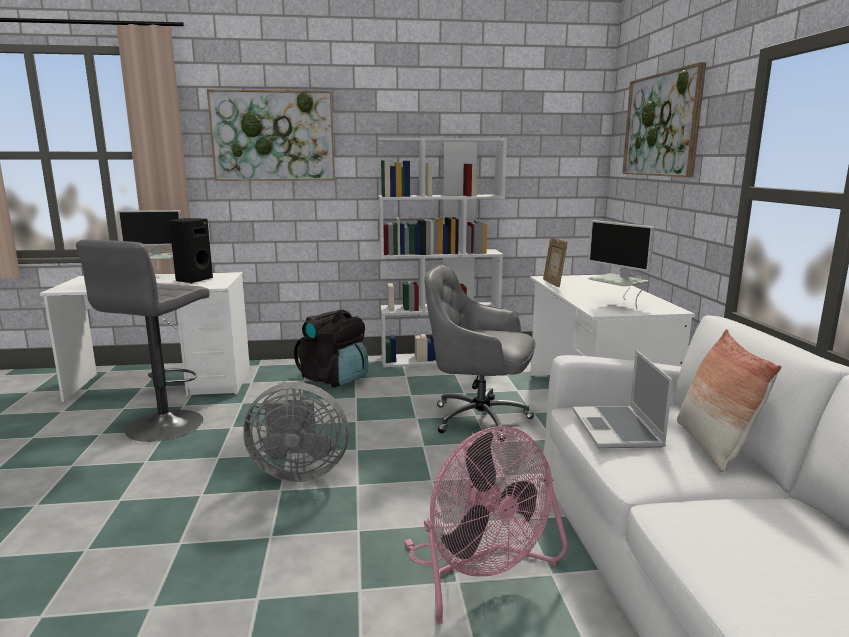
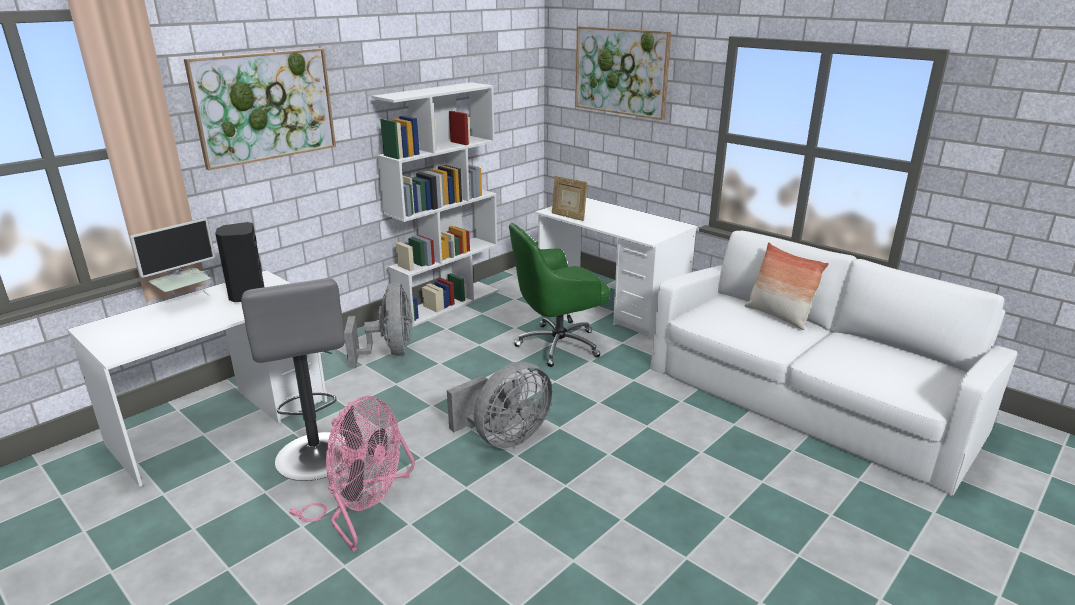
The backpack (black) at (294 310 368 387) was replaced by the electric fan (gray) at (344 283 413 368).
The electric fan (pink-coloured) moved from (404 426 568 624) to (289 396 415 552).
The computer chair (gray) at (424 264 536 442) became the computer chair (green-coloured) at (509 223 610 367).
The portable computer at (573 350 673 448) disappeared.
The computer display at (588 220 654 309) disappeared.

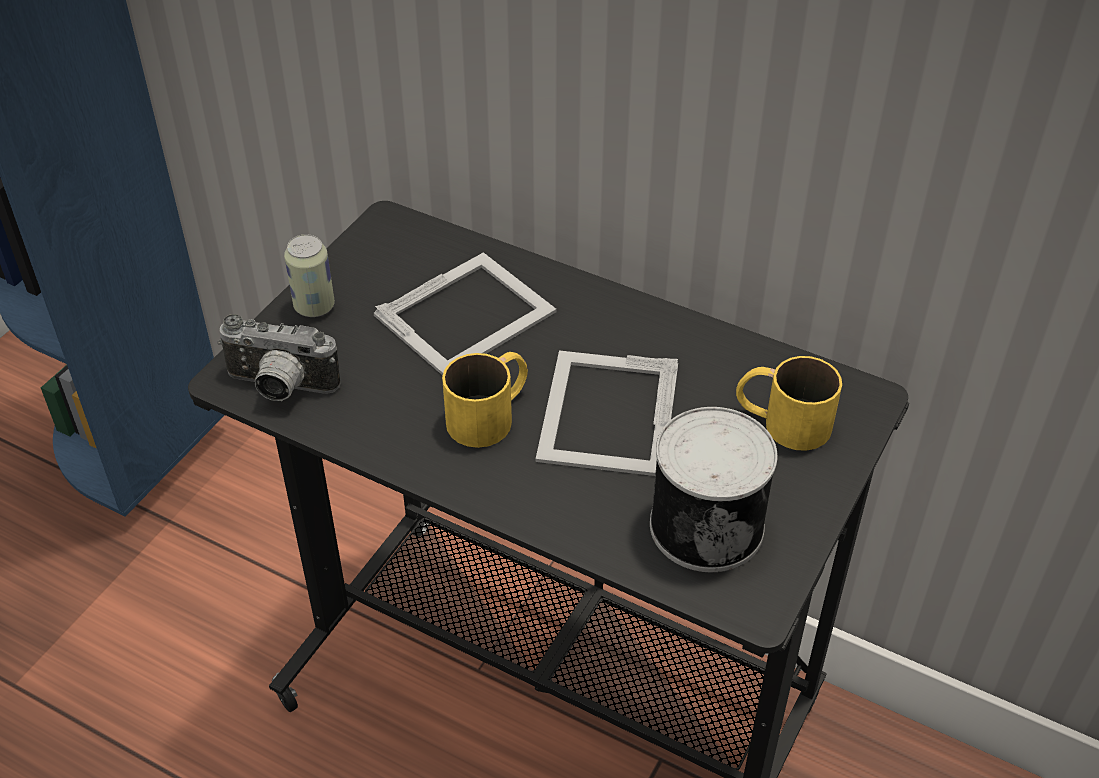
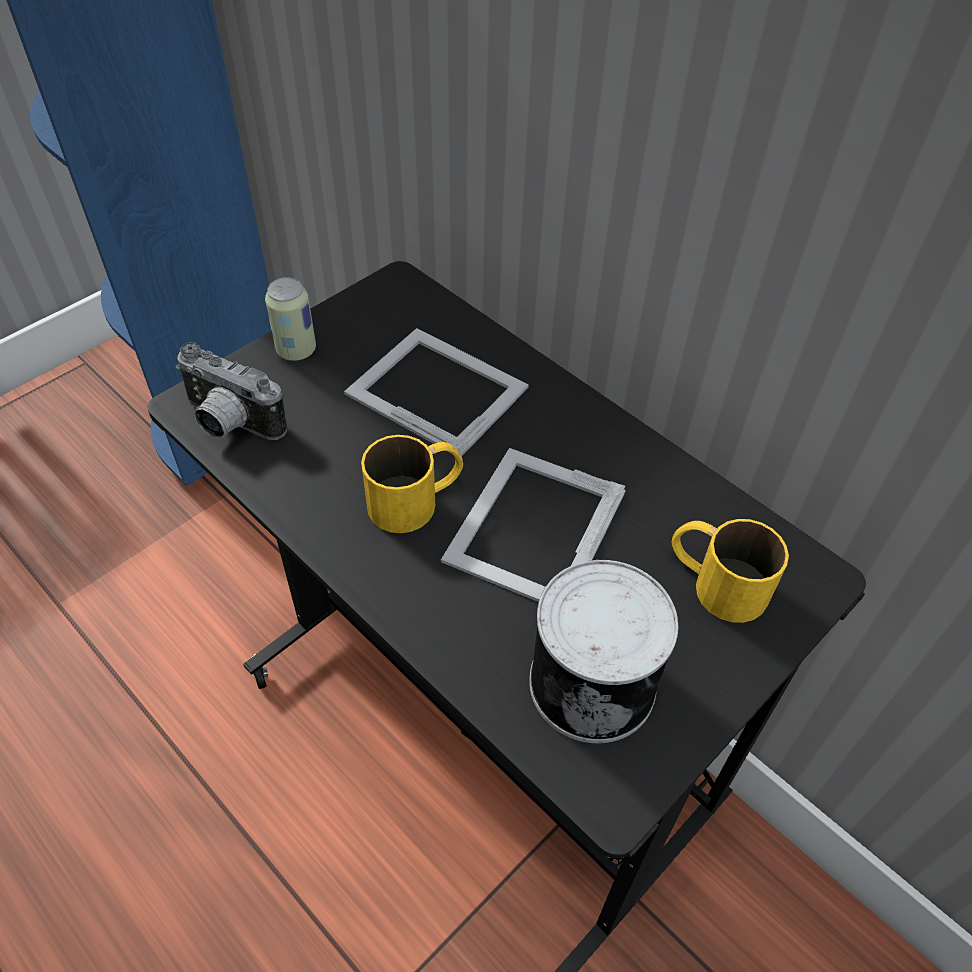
The picture frame at (374 252 557 375) turned 120 degrees counterclockwise.

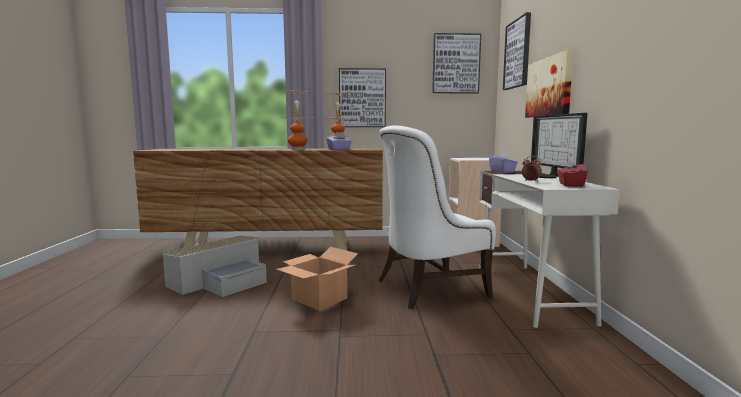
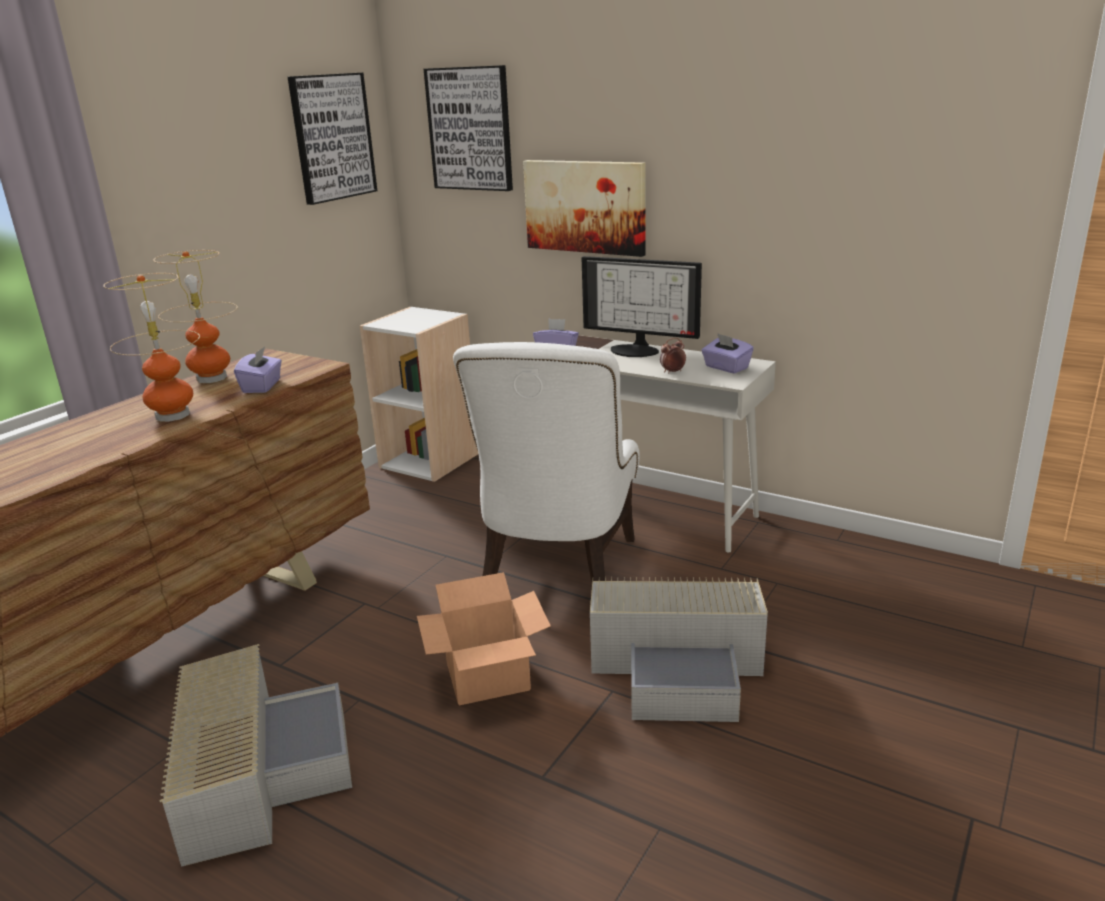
The picture at (339 68 386 127) disappeared.
The tissue holder (reddish) at (557 158 588 187) became the tissue holder (purple-coloured) at (702 333 754 374).
The storage container (gray) at (590 577 768 722) appeared.

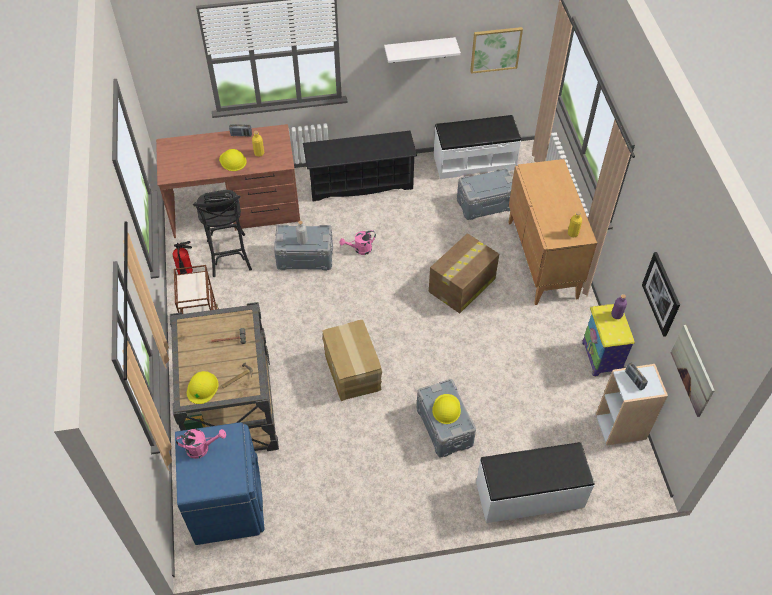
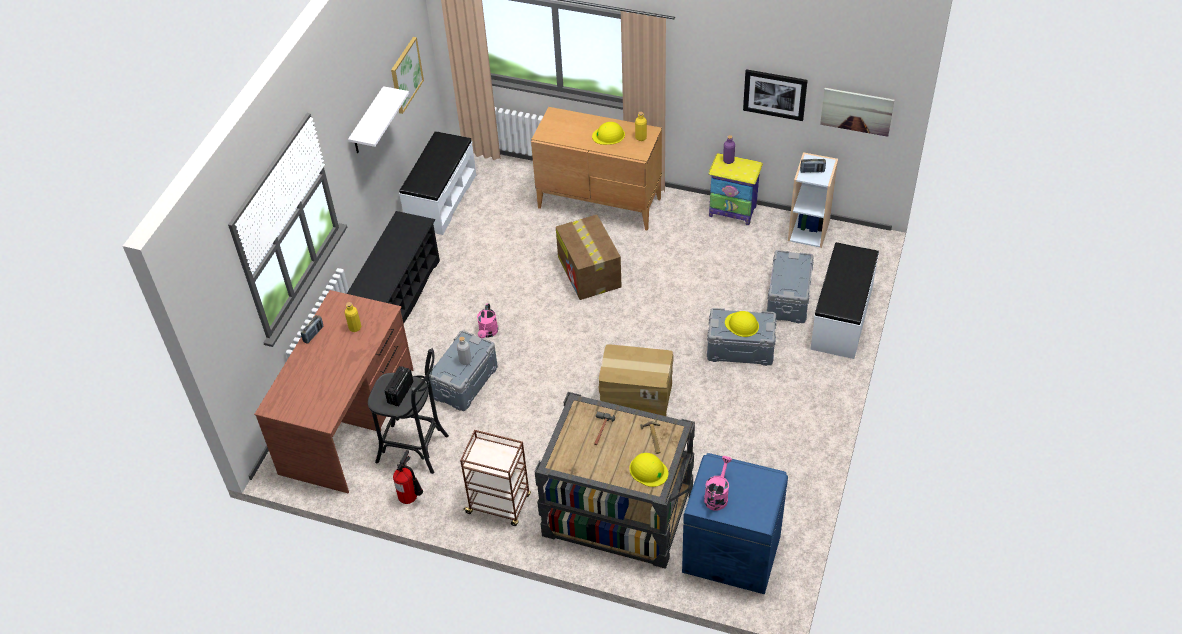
The work helmet (yellowish) moved from (219 149 247 171) to (592 122 625 145).
The storage container (gray) moved from (457 168 513 220) to (767 250 814 324).

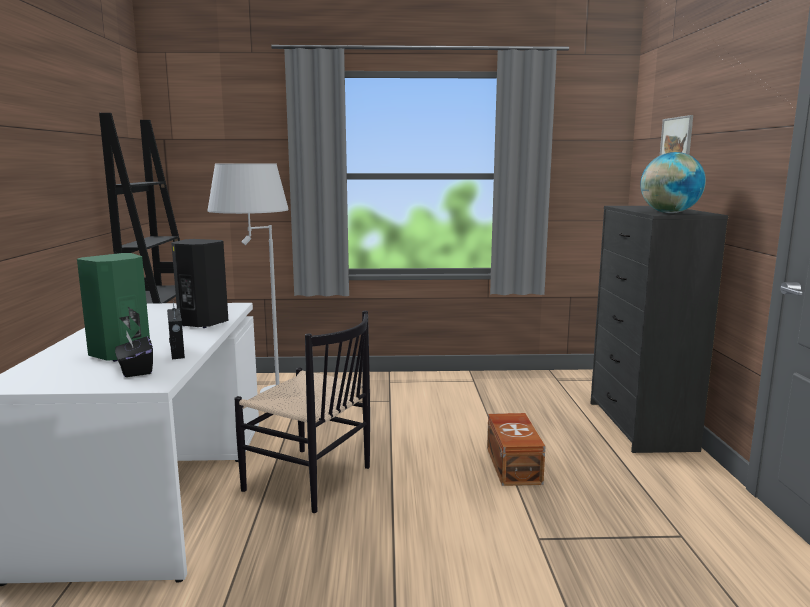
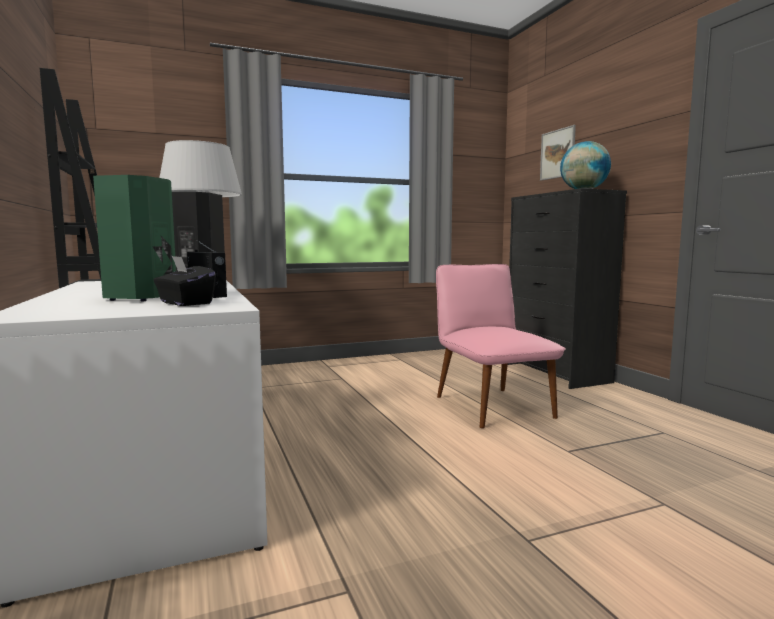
The upright chair (black) at (235 311 370 513) disappeared.
The storage container (brown-coloured) at (487 413 545 486) was replaced by the upright chair (pink-coloured) at (436 264 566 428).

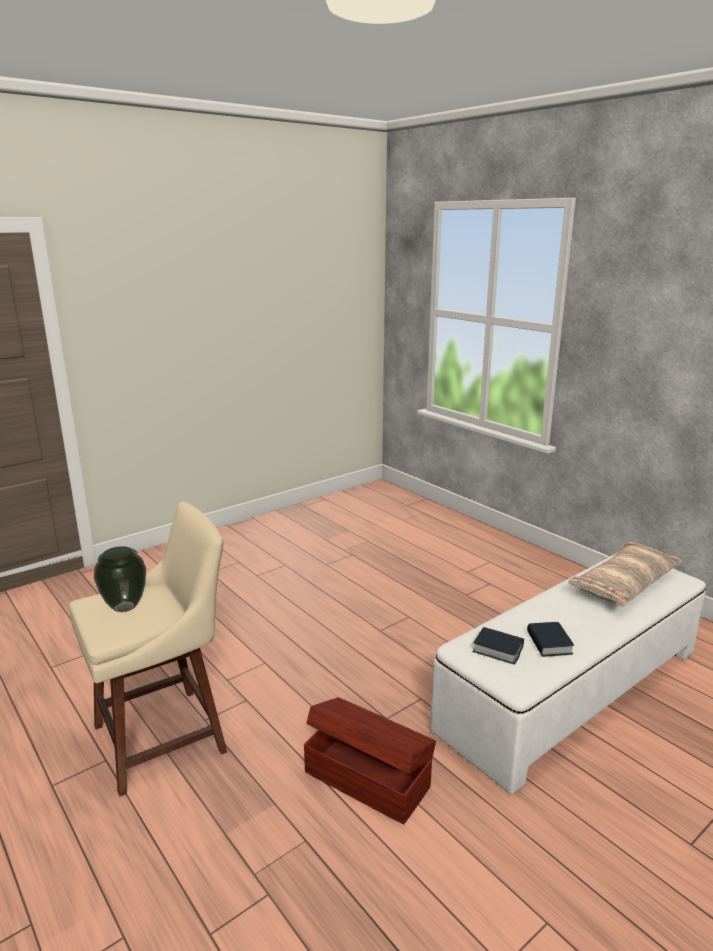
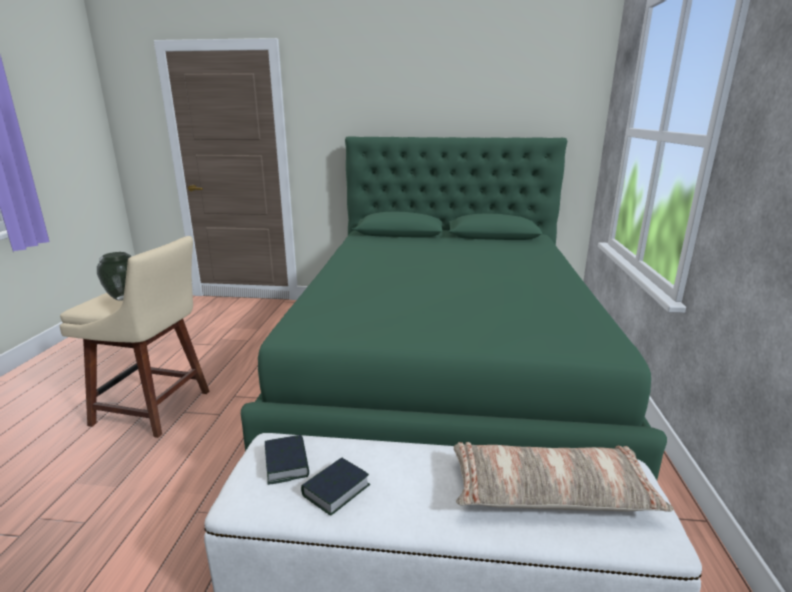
The storage container (brown-coloured) at (304 697 436 825) disappeared.
The sleeping bed (green-coloured) at (241 136 667 480) appeared.

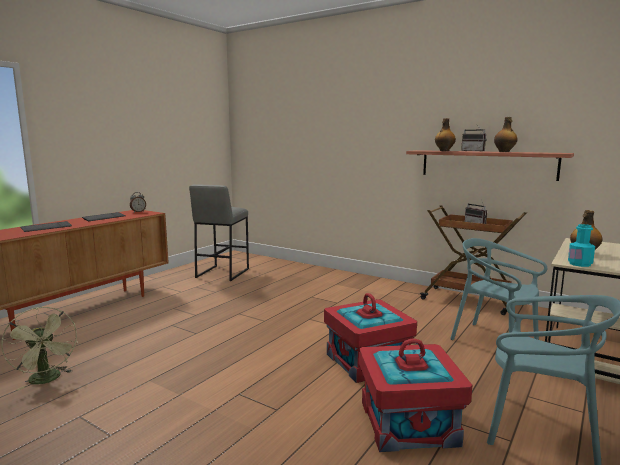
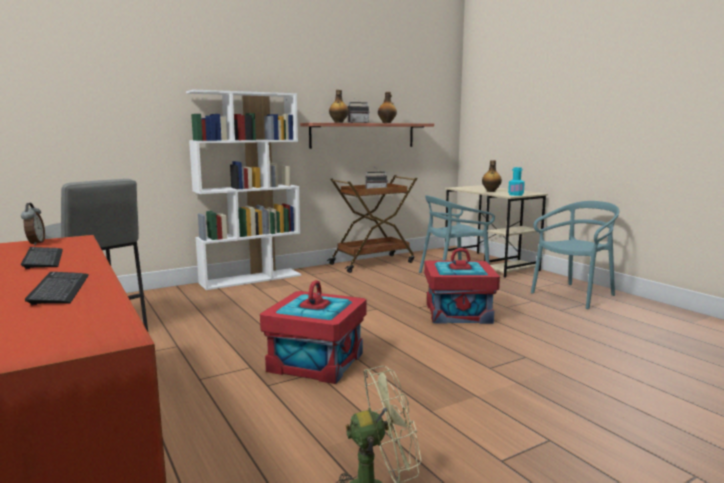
The storage container (reddish) moved from (359 339 472 452) to (260 280 366 384).
The bookshelf (whitish) at (186 90 301 290) appeared.

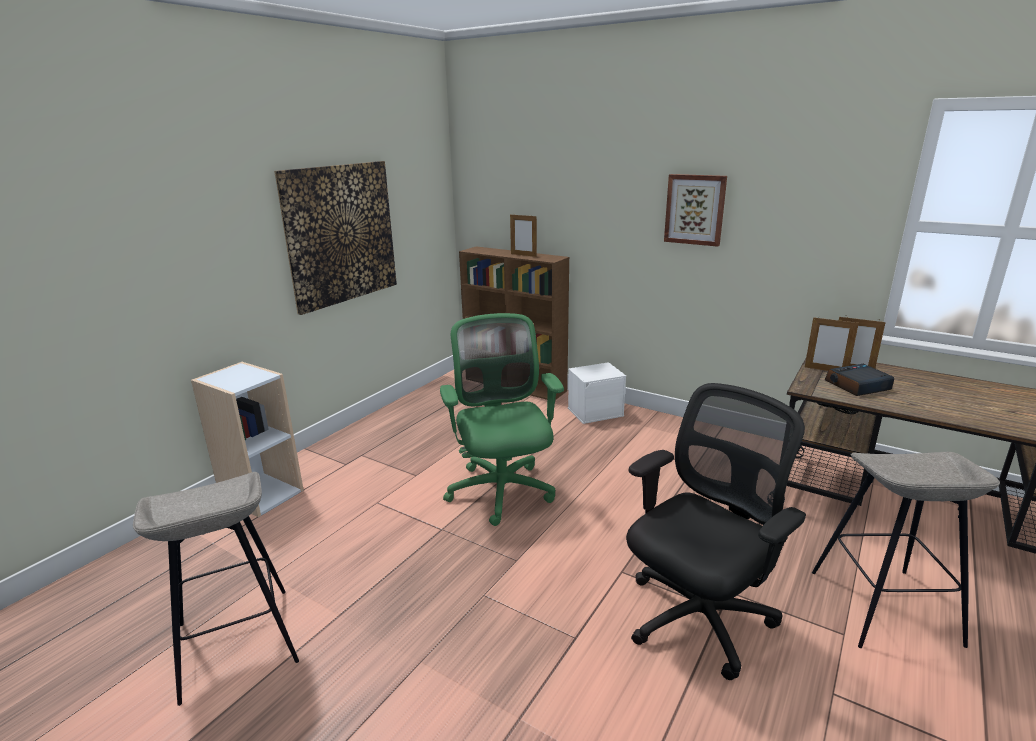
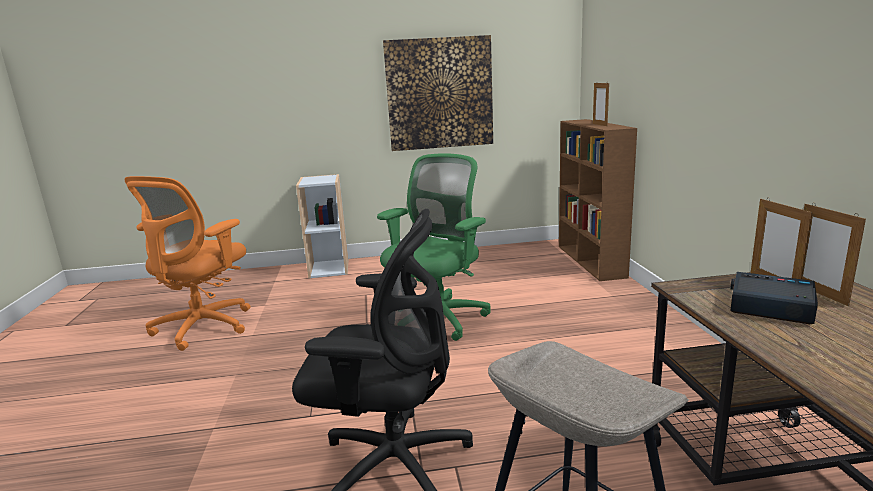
The stool (gray) at (133 472 299 706) was replaced by the computer chair (orangey) at (125 176 251 351).
The storage container (whitish) at (568 362 626 424) disappeared.
The picture at (664 174 727 247) disappeared.

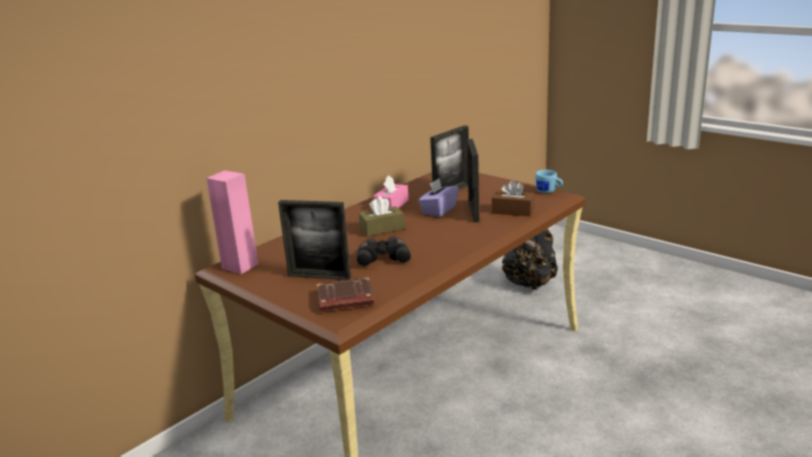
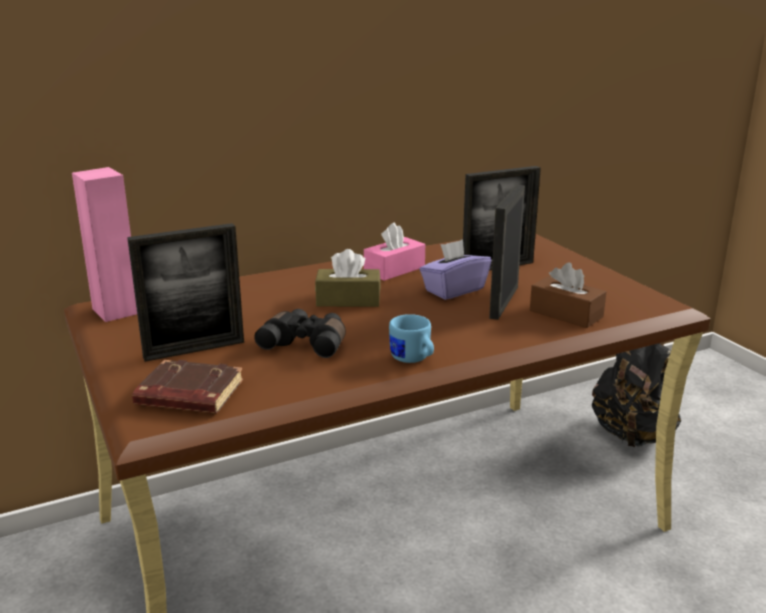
The picture frame at (278 200 351 280) turned 60 degrees counterclockwise.
The coffee mug (blue) moved from (535 170 563 193) to (389 314 434 363).

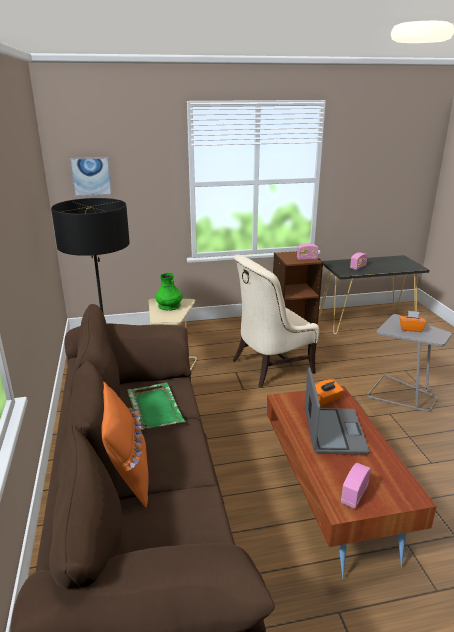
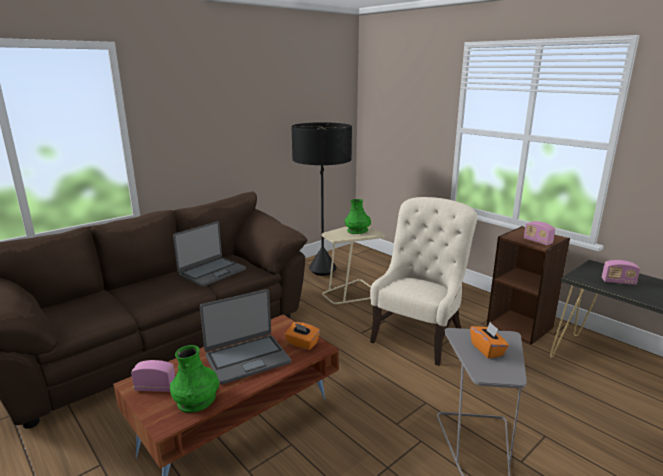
The picture at (70 157 112 197) disappeared.
The cushion (orangey) at (101 382 149 508) disappeared.
The tray (green-coloured) at (127 383 185 430) was replaced by the portable computer at (173 221 246 287).
The lounge chair (sand-coloured) at (233 255 319 388) turned 90 degrees clockwise.
The flower vase (green-coloured) at (170 345 219 413) appeared.

